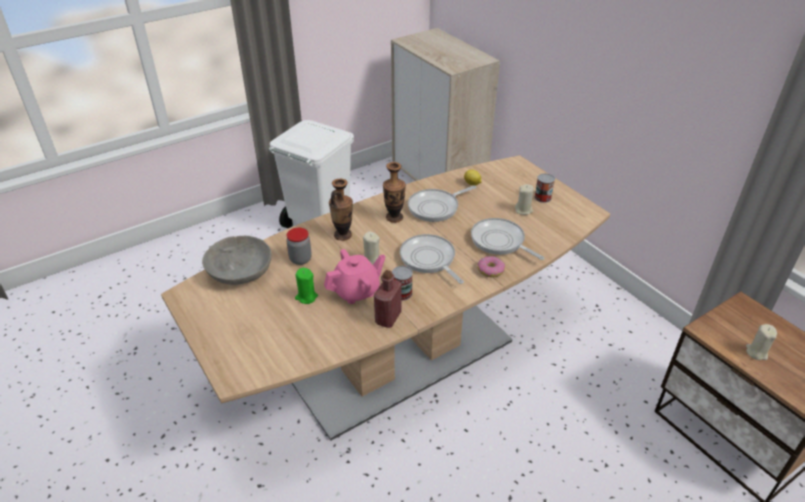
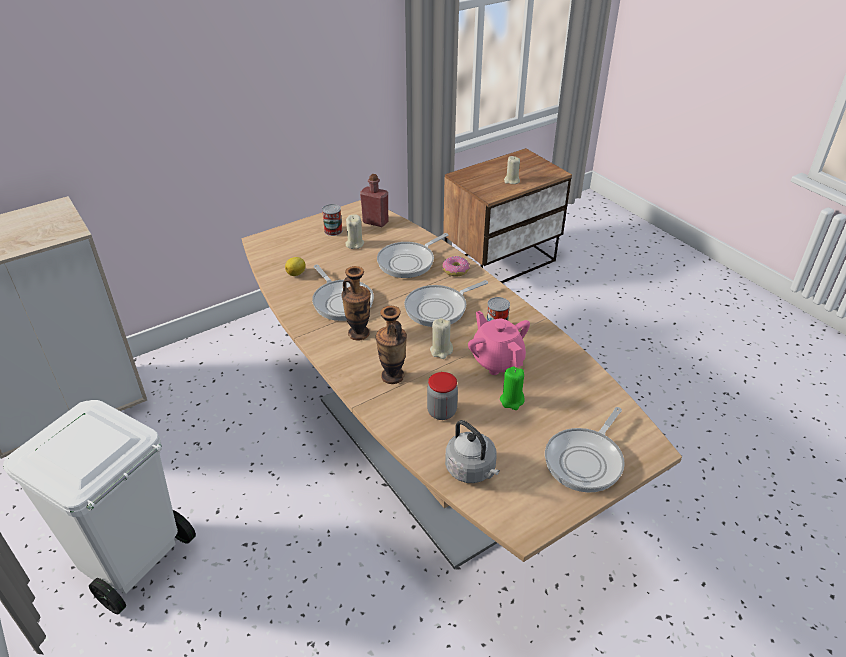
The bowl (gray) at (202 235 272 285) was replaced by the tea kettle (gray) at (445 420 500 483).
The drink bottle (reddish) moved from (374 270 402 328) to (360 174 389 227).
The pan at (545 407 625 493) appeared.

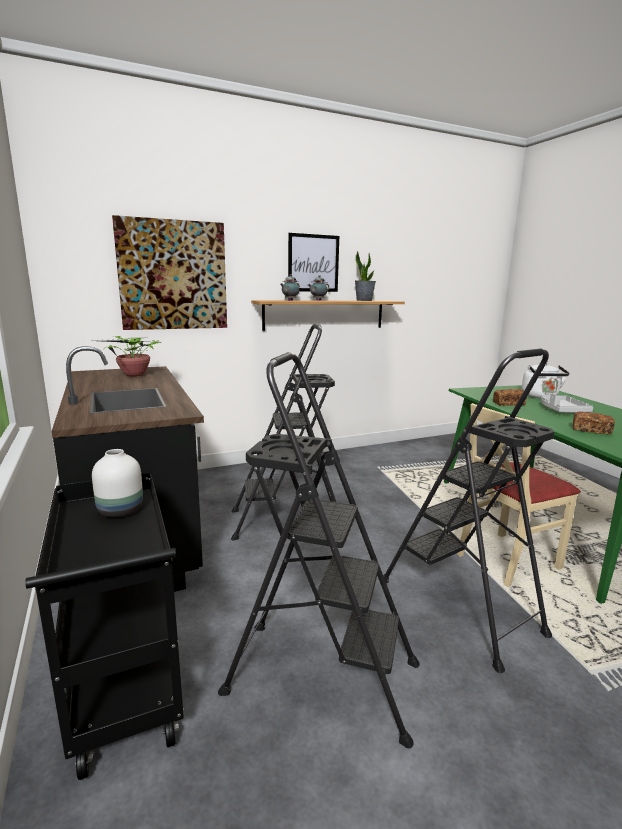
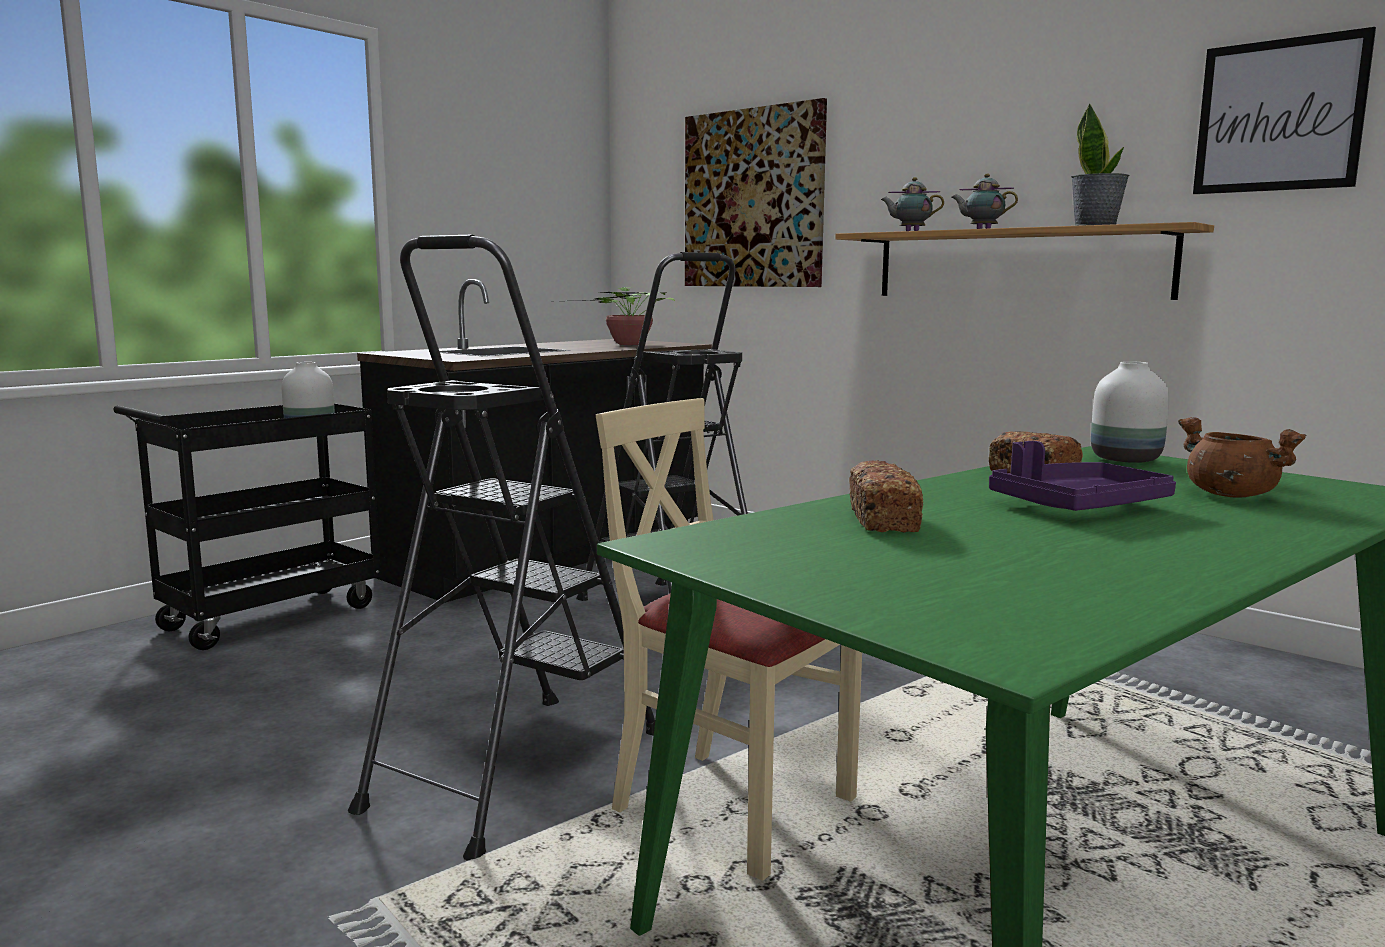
The stepladder at (218 352 420 749) disappeared.
The picture moved from (288 233 339 292) to (1193 27 1376 194).
The tea kettle (whitish) at (522 363 569 398) was replaced by the saucepot (brown-coloured) at (1178 417 1307 497).
The tray (gray) at (541 393 593 413) became the tray (purple-coloured) at (989 441 1176 511).
The flower vase (whitish) at (1091 361 1169 463) appeared.

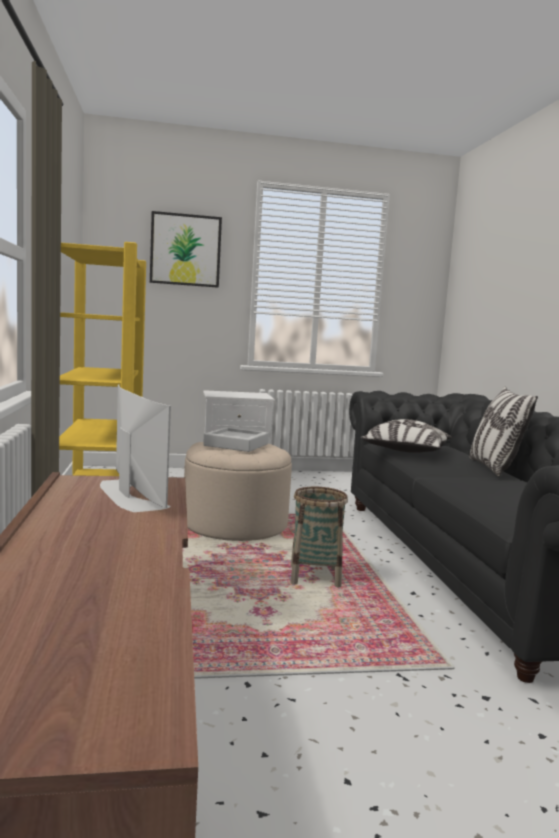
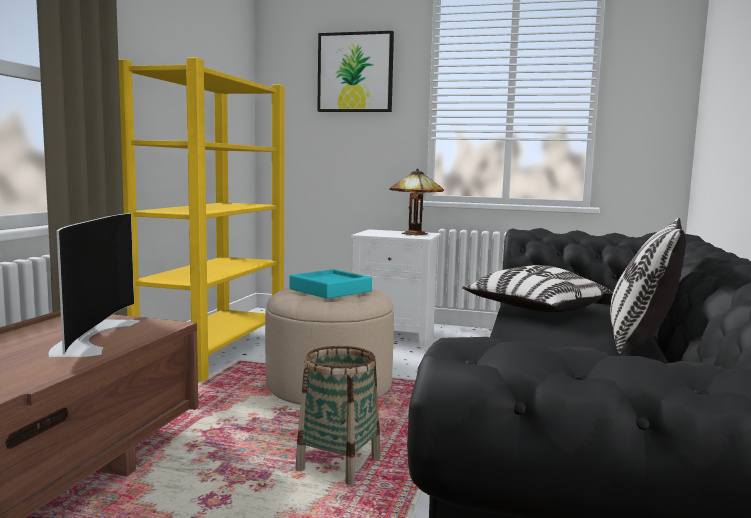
The tray (gray) at (203 427 269 452) became the tray (turquoise-coloured) at (290 269 372 299).
The table lamp at (390 168 444 235) appeared.

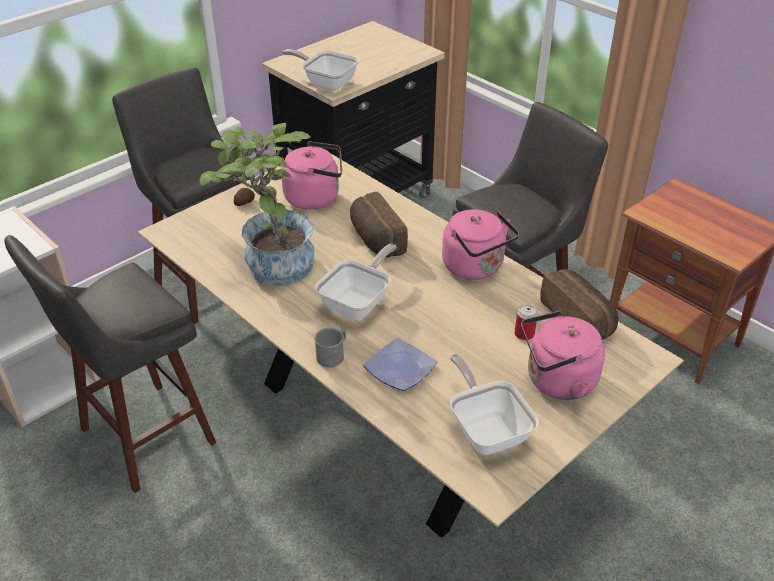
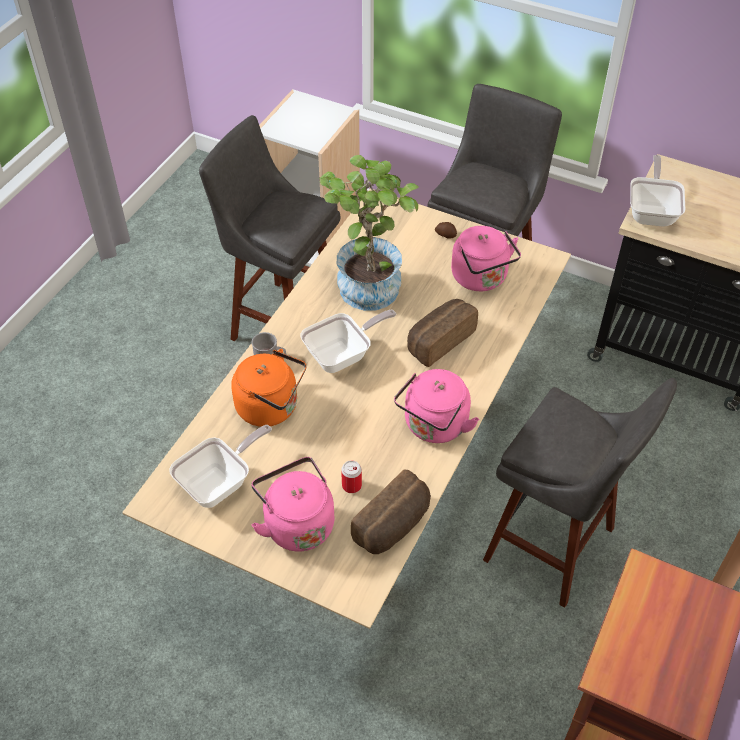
The pan at (315 244 397 320) turned 45 degrees counterclockwise.
The plate at (363 338 437 391) was replaced by the tea kettle (orangey) at (231 349 306 427).

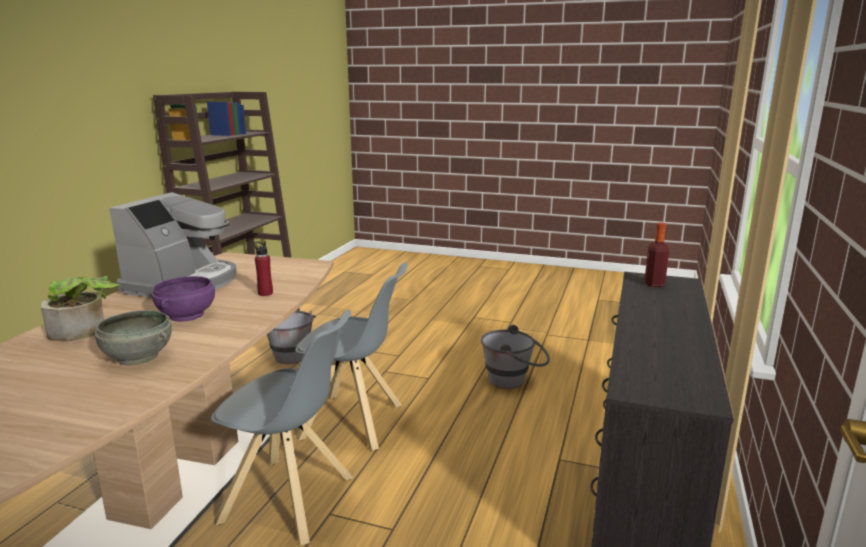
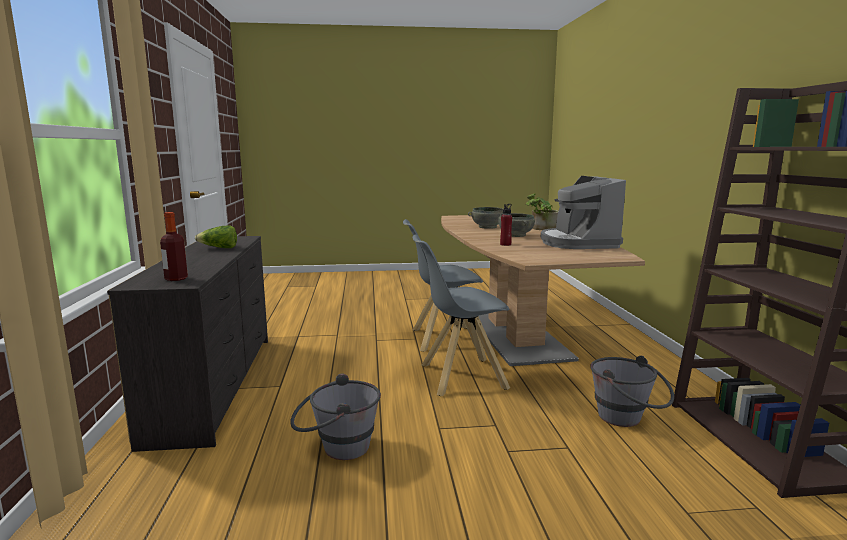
The bowl (purple-coloured) at (152 276 215 322) became the bowl (gray) at (498 213 535 237).
The head of lettuce at (195 225 237 248) appeared.

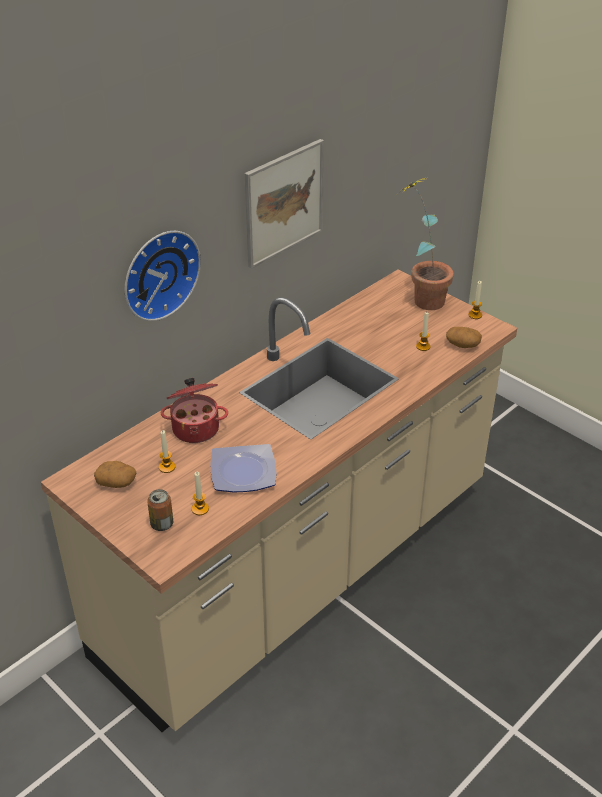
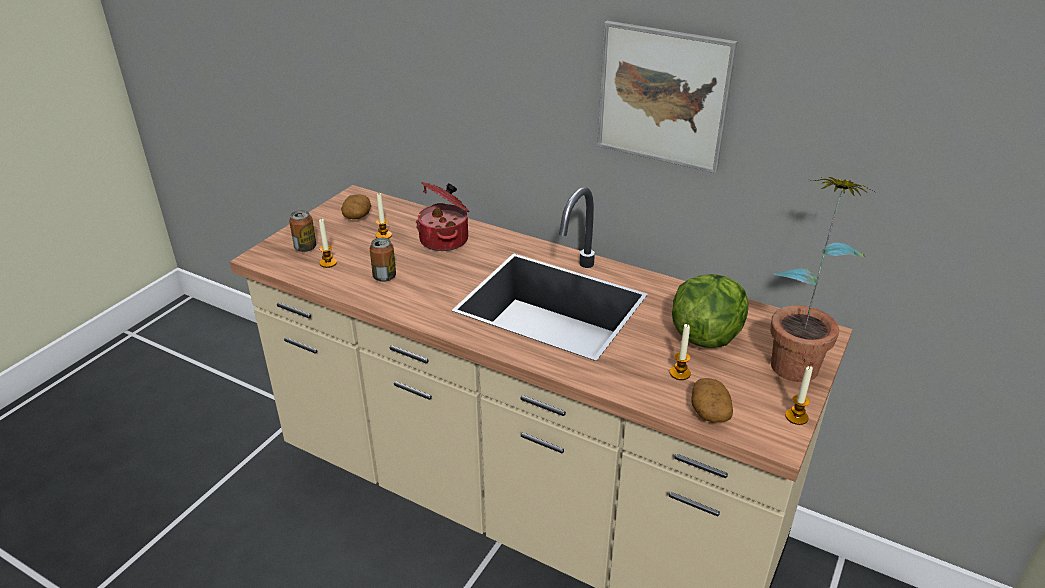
The wall clock at (125 231 201 321) disappeared.
The plate at (211 444 276 493) was replaced by the can at (370 238 396 282).
The head of lettuce at (672 274 749 348) appeared.

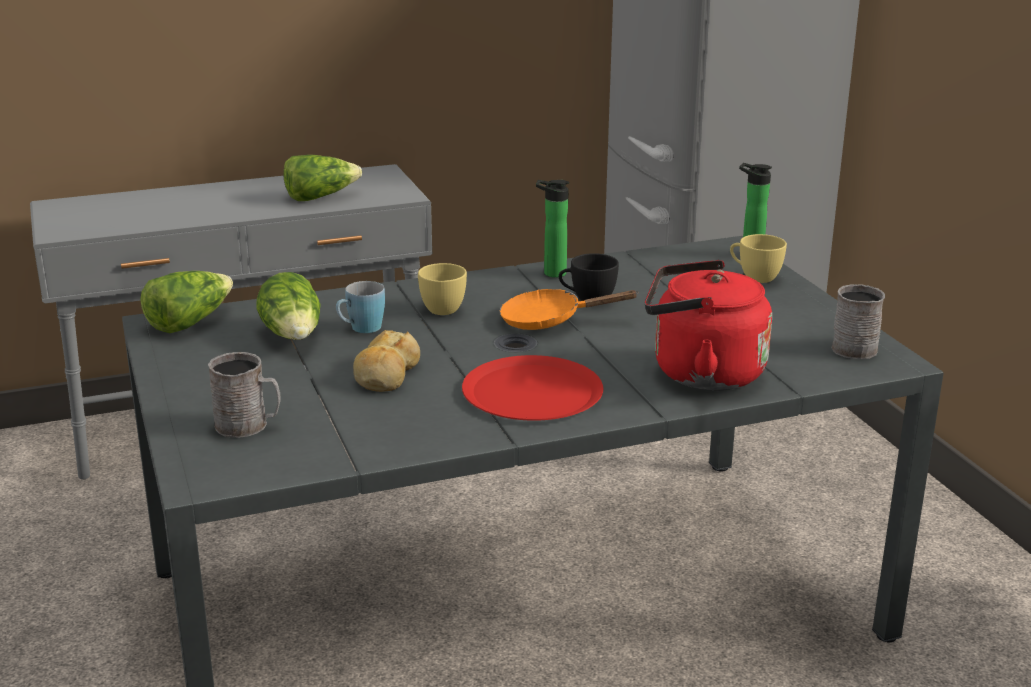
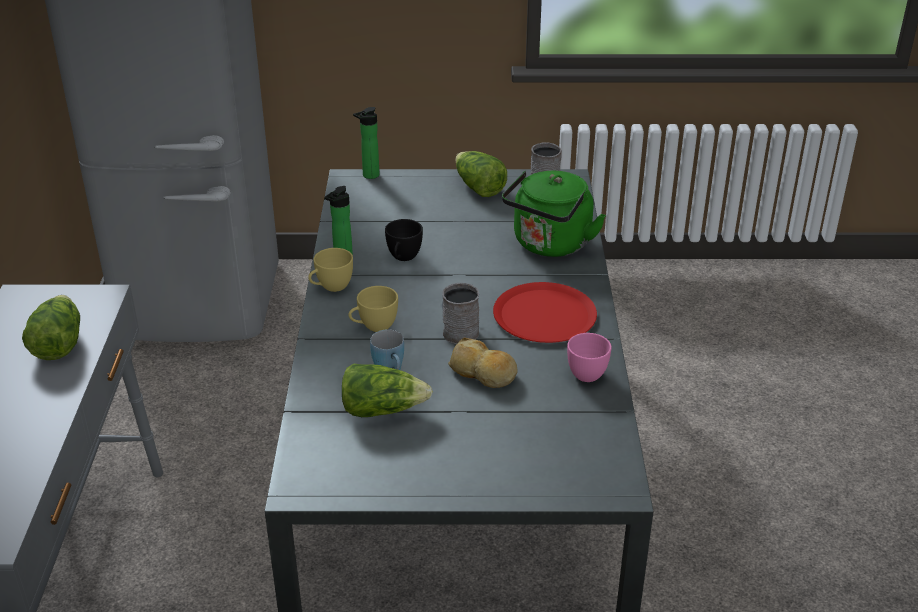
The head of lettuce moved from (140 271 233 333) to (455 151 507 197).
The coffee mug (gray) moved from (208 352 281 438) to (442 283 479 344).
The pan (orangey) at (500 289 639 330) disappeared.
The tea kettle (reddish) at (645 260 772 391) became the tea kettle (green-coloured) at (502 171 606 257).
The drinking cup (yellowish) moved from (730 234 787 283) to (308 248 353 292).
The drinking cup (pink-coloured) at (567 333 612 382) appeared.

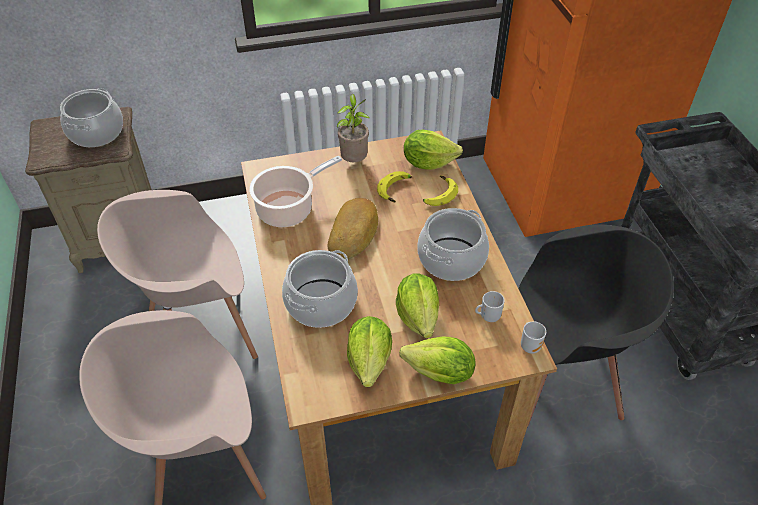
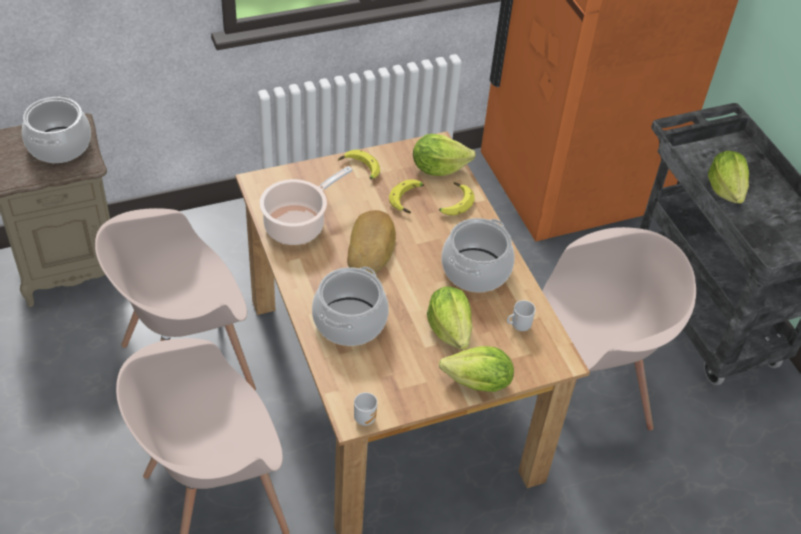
The plant in a pot at (337 94 370 162) was replaced by the banana fruit at (338 150 380 180).
The head of lettuce moved from (347 316 392 387) to (708 150 749 203).
The upright chair (black) at (519 224 674 427) became the upright chair (sand-coloured) at (542 227 696 431).
The coffee mug moved from (521 321 546 354) to (354 392 378 426).

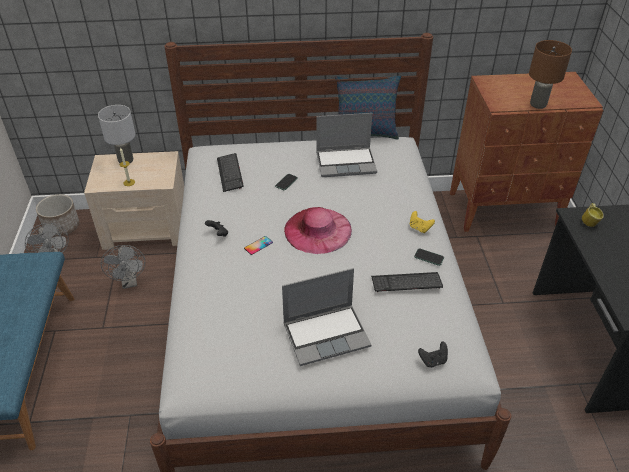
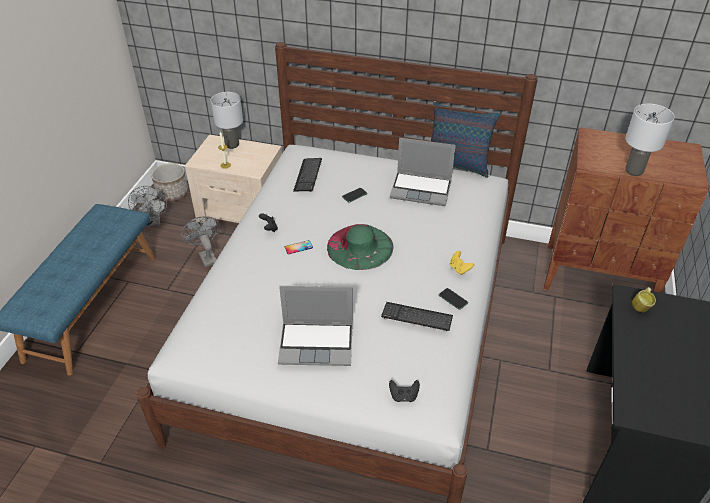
The electric fan (gray) at (101 245 145 289) turned 150 degrees clockwise.
The clothing hat (pink-coloured) at (284 207 352 254) became the clothing hat (green-coloured) at (327 224 394 270).
The table lamp (brown-coloured) at (529 40 572 109) became the table lamp (whitish) at (625 104 675 176).

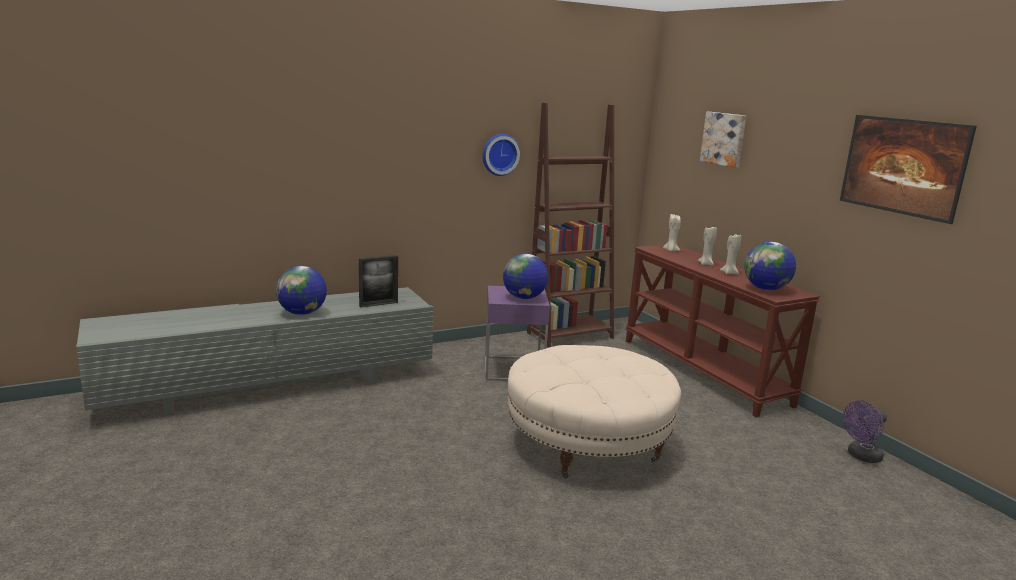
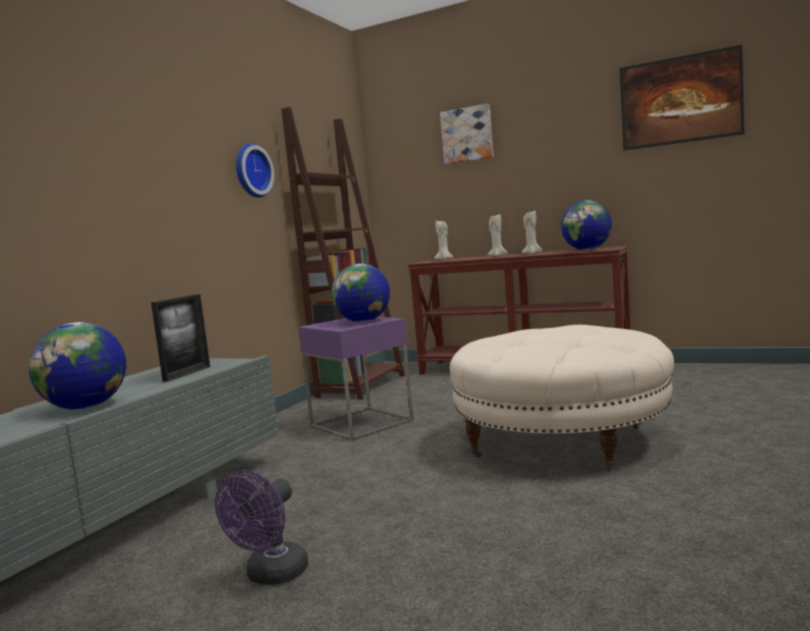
The electric fan (purple-coloured) moved from (843 400 887 463) to (215 470 308 585).

